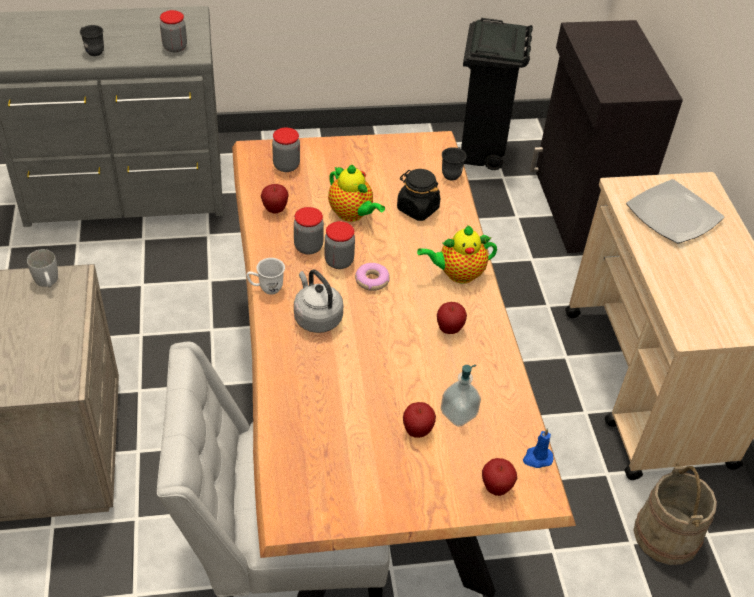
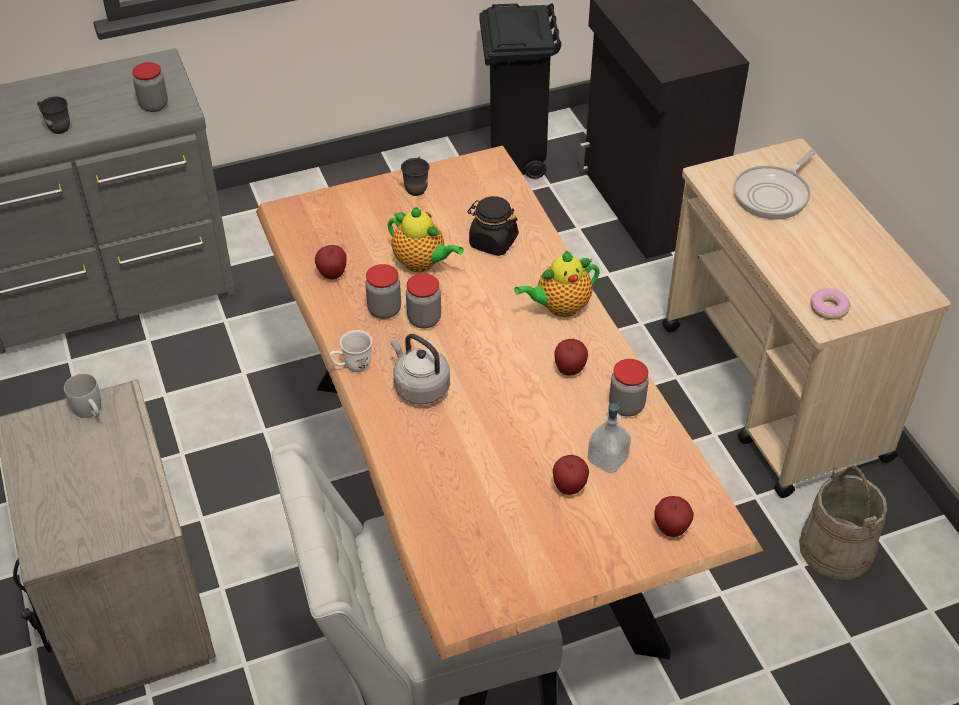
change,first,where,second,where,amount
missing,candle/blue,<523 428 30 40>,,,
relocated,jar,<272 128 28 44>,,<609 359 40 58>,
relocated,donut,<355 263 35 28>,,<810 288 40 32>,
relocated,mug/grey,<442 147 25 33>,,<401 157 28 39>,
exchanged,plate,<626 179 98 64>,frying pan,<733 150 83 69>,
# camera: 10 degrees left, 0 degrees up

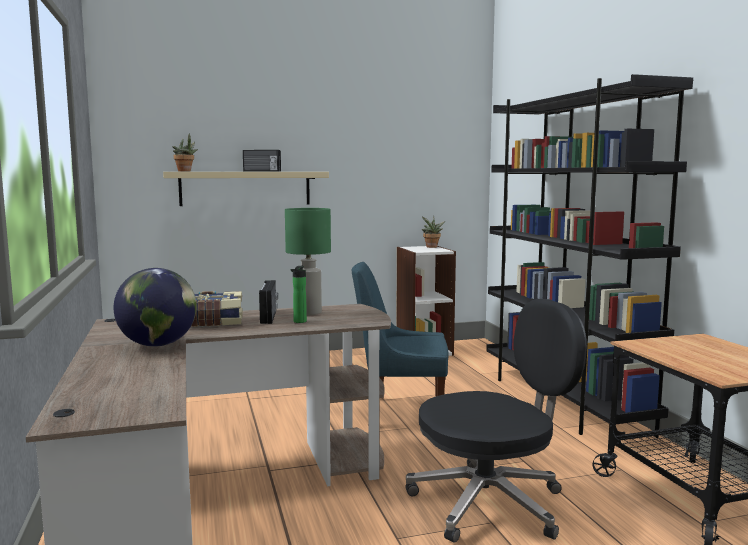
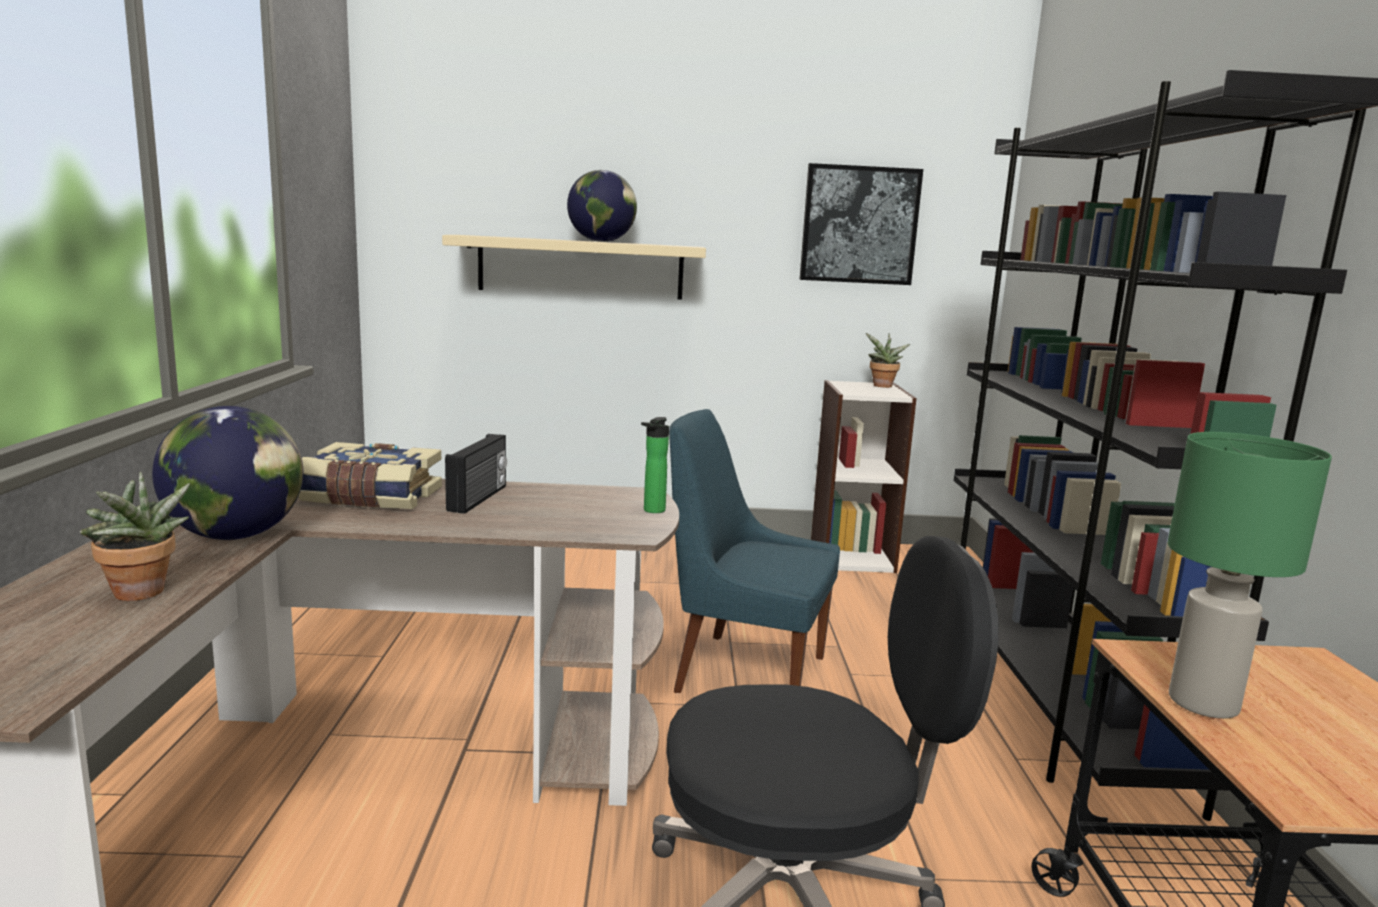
change,first,where,second,where,amount
appeared,,,picture,<800 163 123 122>,
relocated,potted plant,<172 133 26 38>,,<80 472 110 129>,
relocated,table lamp/green,<285 208 46 107>,,<1168 432 164 287>,
relocated,bottle,<291 266 16 57>,,<641 417 28 96>,
exchanged,radio,<243 150 38 22>,globe,<567 170 70 72>,
# camera: 15 degrees right, 5 degrees up

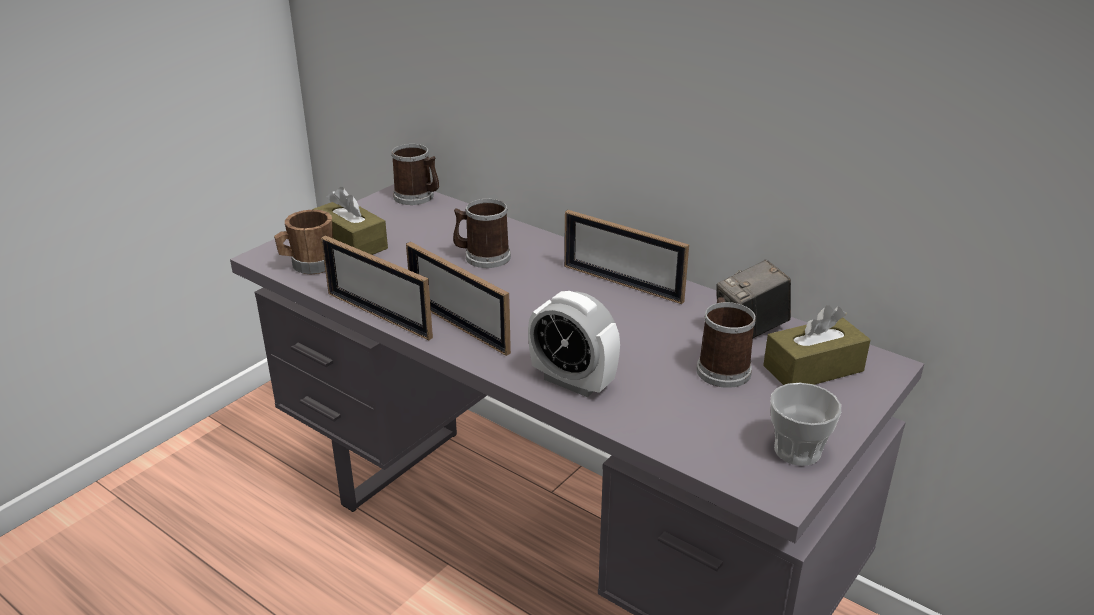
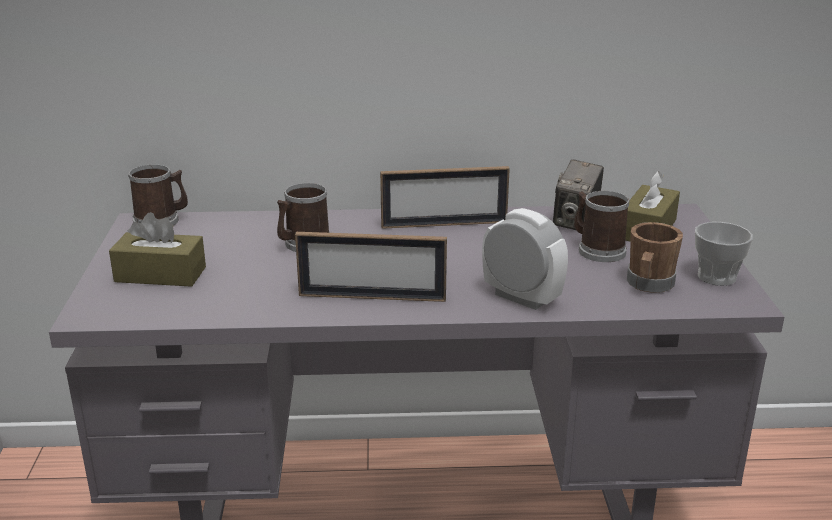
change,first,where,second,where,amount
missing,picture frame,<321 235 112 105>,,,
relocated,mug/brown,<274 210 59 64>,,<627 222 56 71>,
spun,alarm clock,<528 291 92 106>,,<482 208 86 102>,135 degrees counterclockwise
# camera: 40 degrees left, 5 degrees down

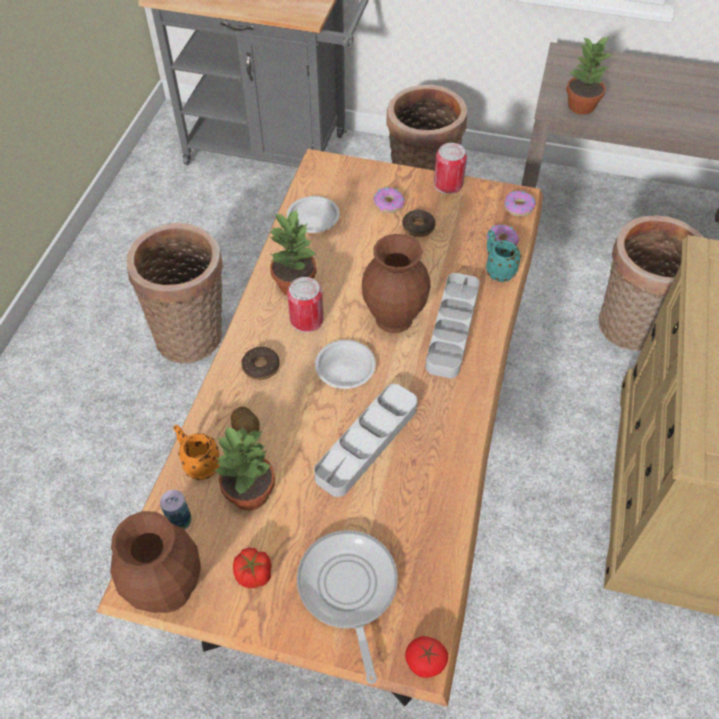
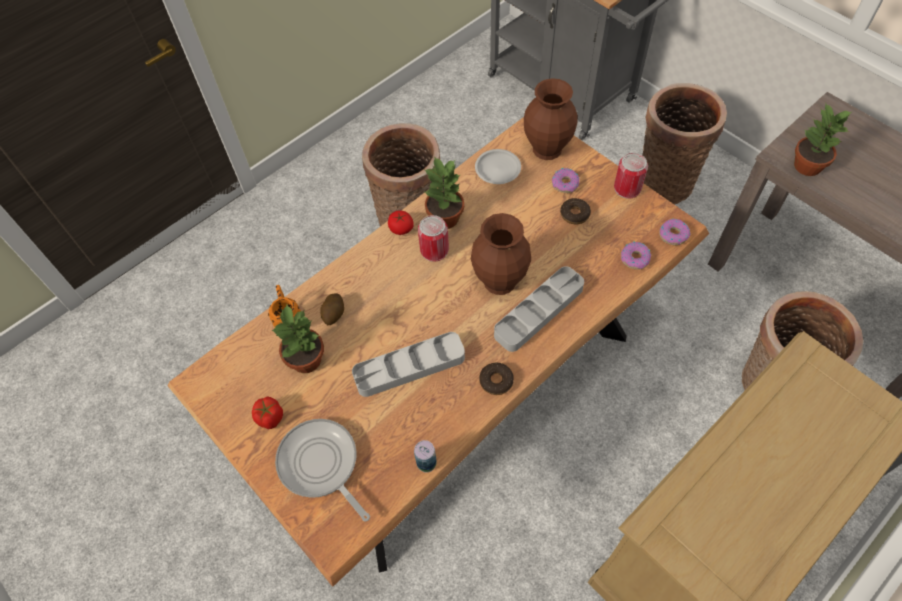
change,first,where,second,where,amount
missing,plate/white,<315 340 61 49>,,,
missing,mug/turquoise,<486 230 35 52>,,,
relocated,vase/brown,<110 511 91 102>,,<524 78 54 82>,
relocated,can,<160 490 31 40>,,<414 440 23 33>,
relocated,donut,<241 347 39 33>,,<479 363 35 32>,
relocated,tomato,<405 636 43 42>,,<388 211 26 24>,
spun,frying pan,<297 530 101 154>,,<275 419 95 103>,60 degrees counterclockwise
# camera: 35 degrees right, 5 degrees up

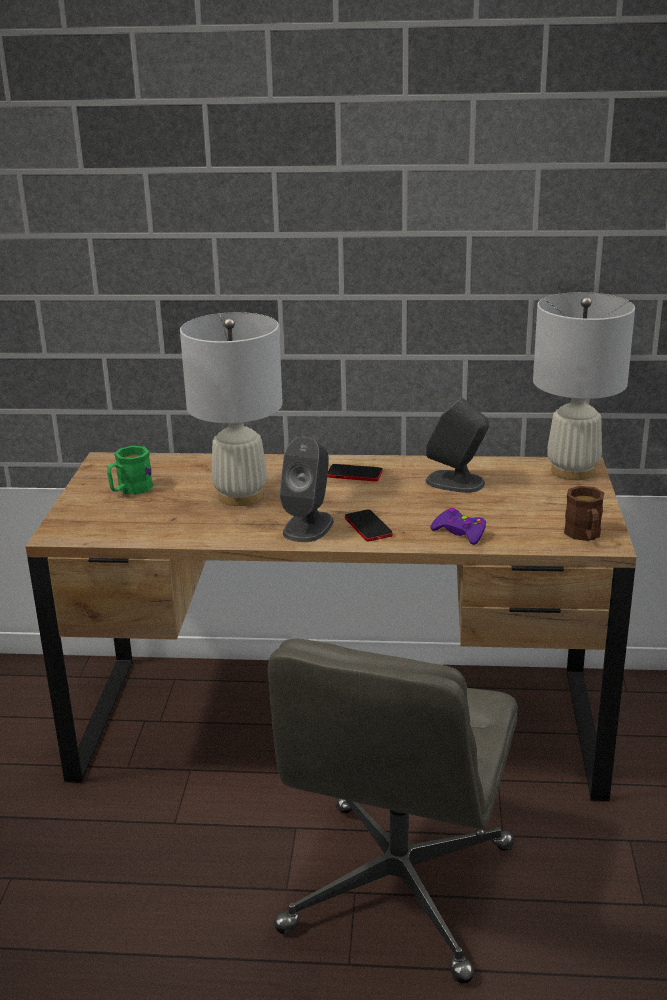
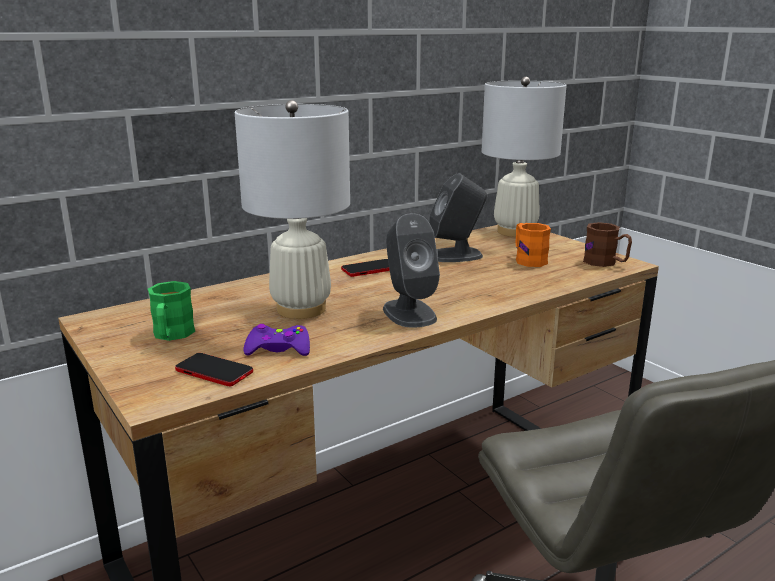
change,first,where,second,where,amount
appeared,,,mug/orange,<516 223 35 44>,
relocated,phone,<345 509 48 33>,,<175 353 78 33>,
relocated,game controller/purple,<430 508 56 37>,,<243 324 67 32>,
# camera: 40 degrees left, 5 degrees down

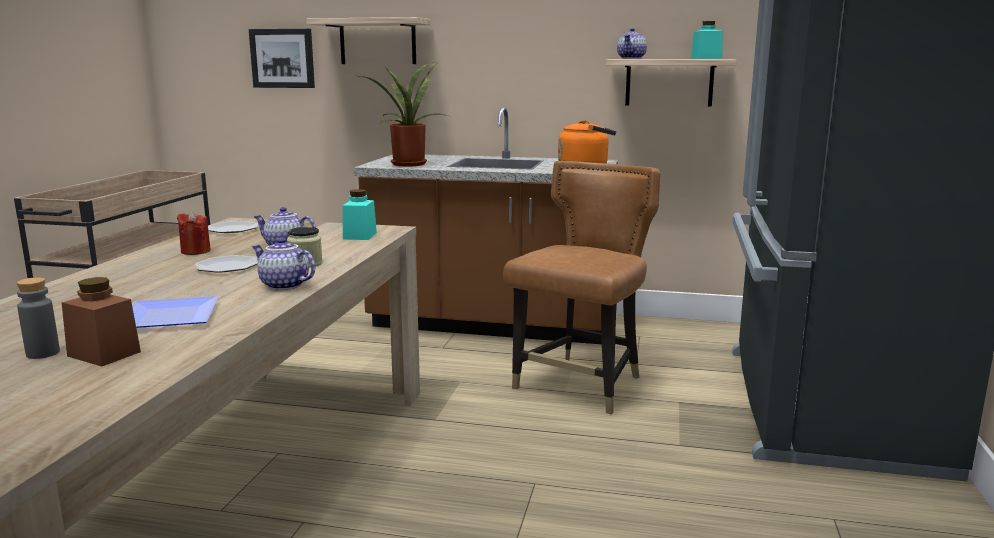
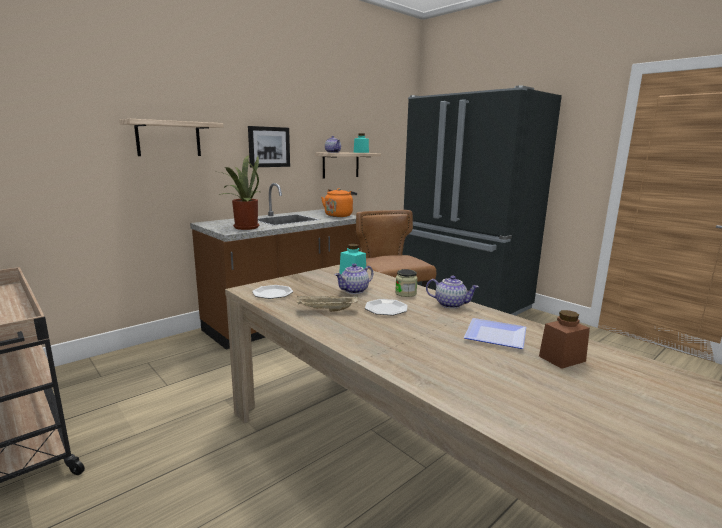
change,first,where,second,where,amount
missing,bottle/grey,<17 277 43 82>,,,
relocated,picture,<249 29 66 59>,,<248 126 42 42>,
exchanged,candle/red,<177 211 34 44>,tray/beige,<296 295 62 17>,
spun,teapot,<252 238 63 52>,,<426 276 53 33>,135 degrees counterclockwise
# camera: 55 degrees left, 0 degrees up

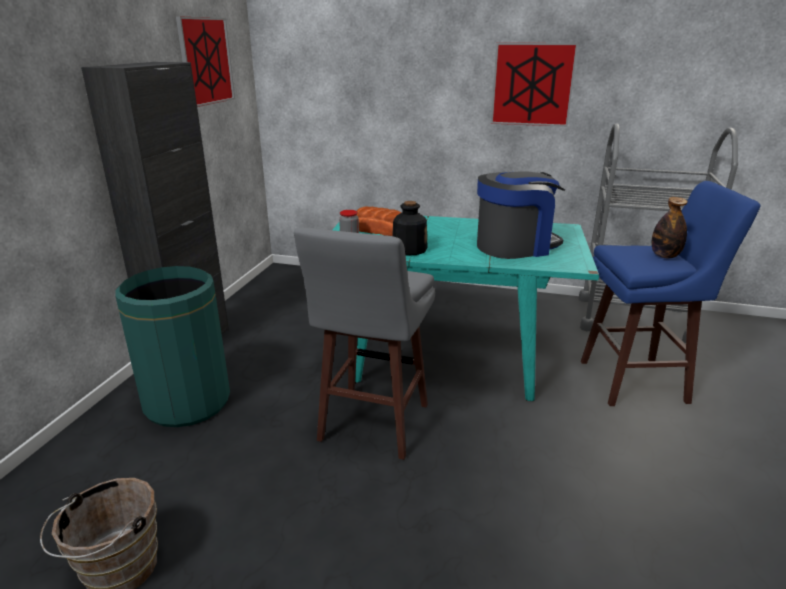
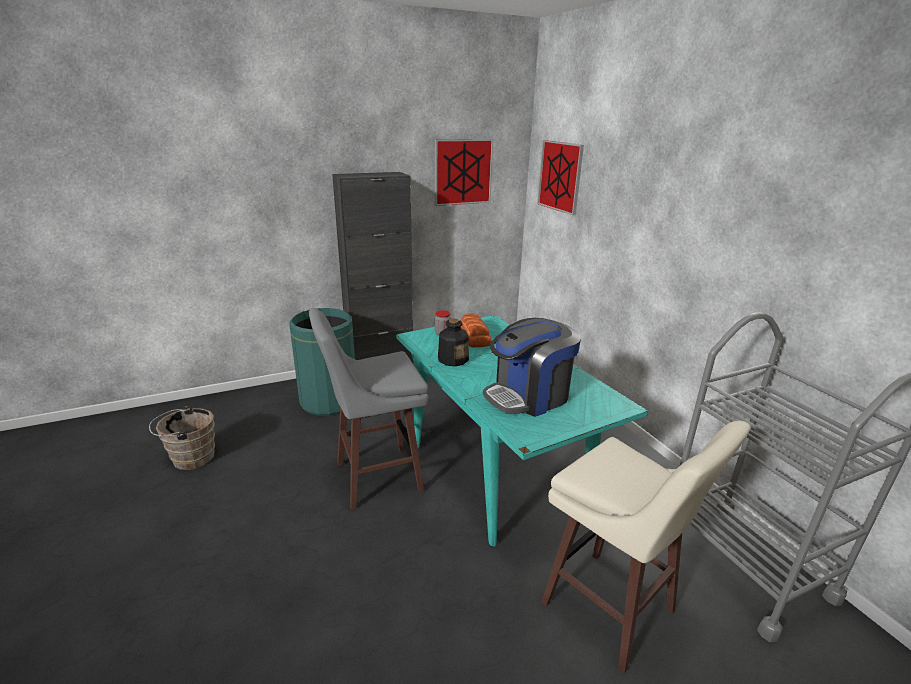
change,first,where,second,where,amount
missing,bottle,<651 197 37 61>,,,
relocated,picture,<491 43 87 84>,,<537 140 47 75>,
colour,stool/blue,<581 181 180 225>,stool/beige,<541 421 210 252>,
spun,coffee machine,<477 171 88 88>,,<483 318 98 99>,120 degrees clockwise
# camera: 50 degrees right, 0 degrees up

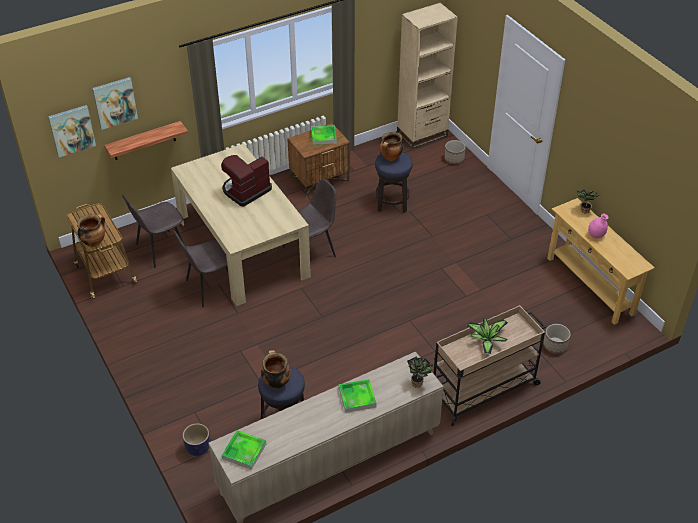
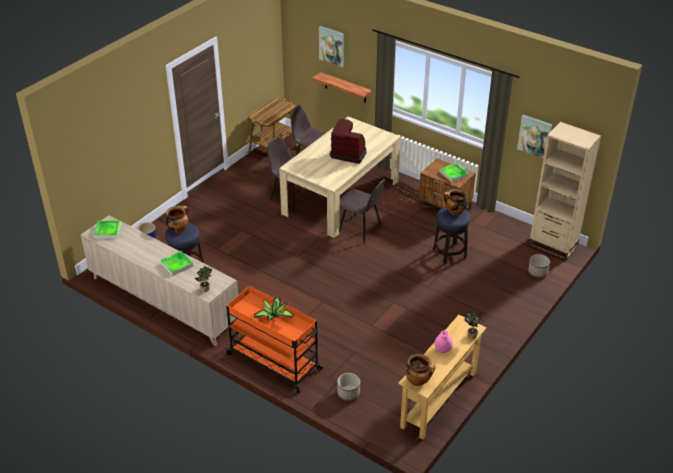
change,first,where,second,where,amount
relocated,picture,<48 105 48 52>,,<517 115 35 43>,
relocated,cooking pot,<77 214 28 33>,,<405 354 31 32>,
colour,cart/beige,<433 305 113 121>,cart/orange,<225 286 98 107>,
# camera: 65 degrees right, 5 degrees down

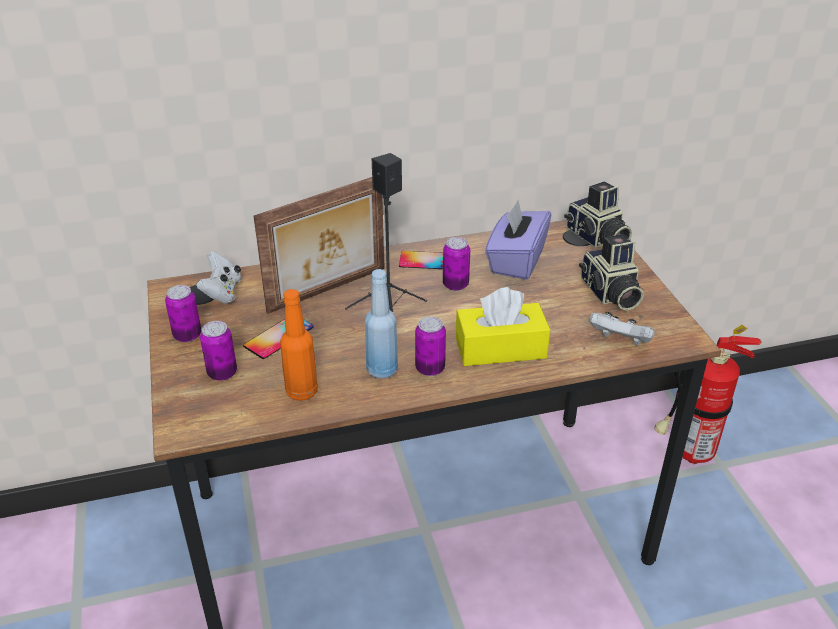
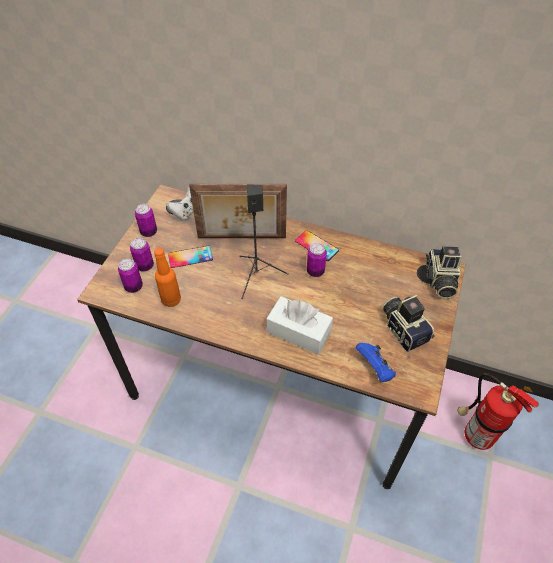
change,first,where,second,where,amount
missing,bottle/blue,<365 269 33 110>,,,
missing,tissue box/purple,<485 200 66 80>,,,
relocated,can,<415 316 31 60>,,<118 258 25 35>,
colour,tissue box/yellow,<456 287 94 79>,tissue box/white,<267 296 66 58>,
colour,game controller/white,<589 312 66 34>,game controller/blue,<356 343 40 39>,
spun,photo camera,<579 234 65 77>,,<383 295 51 57>,135 degrees clockwise
# camera: 35 degrees right, 15 degrees up

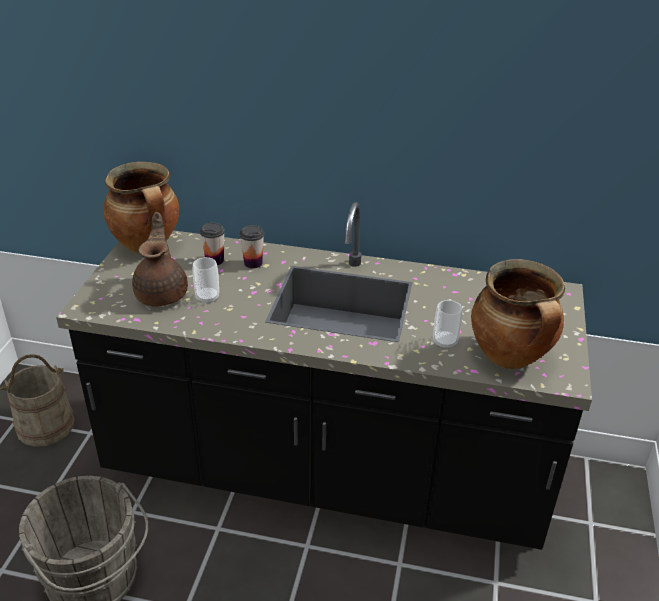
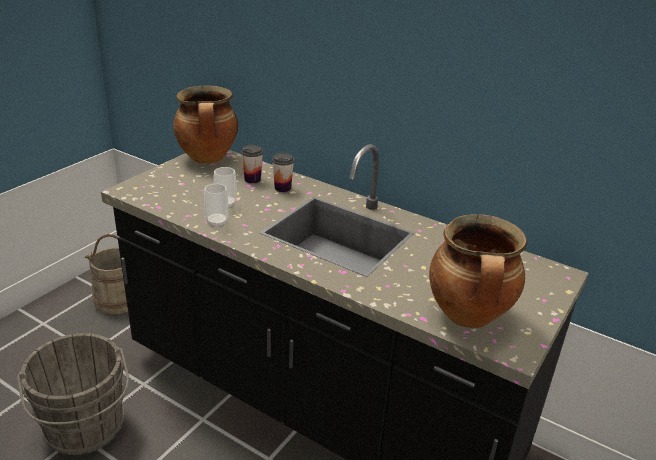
change,first,where,second,where,amount
missing,teapot/brown,<132 212 56 95>,,,
relocated,cup,<433 300 30 50>,,<204 183 24 44>,
# camera: 20 degrees right, 5 degrees down

